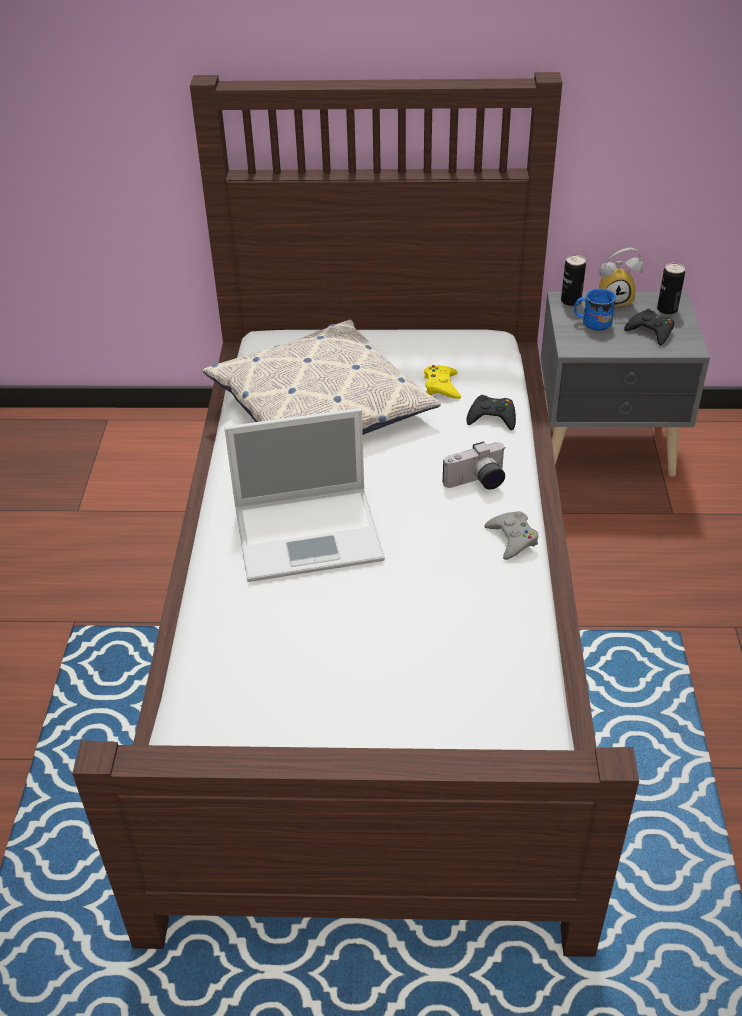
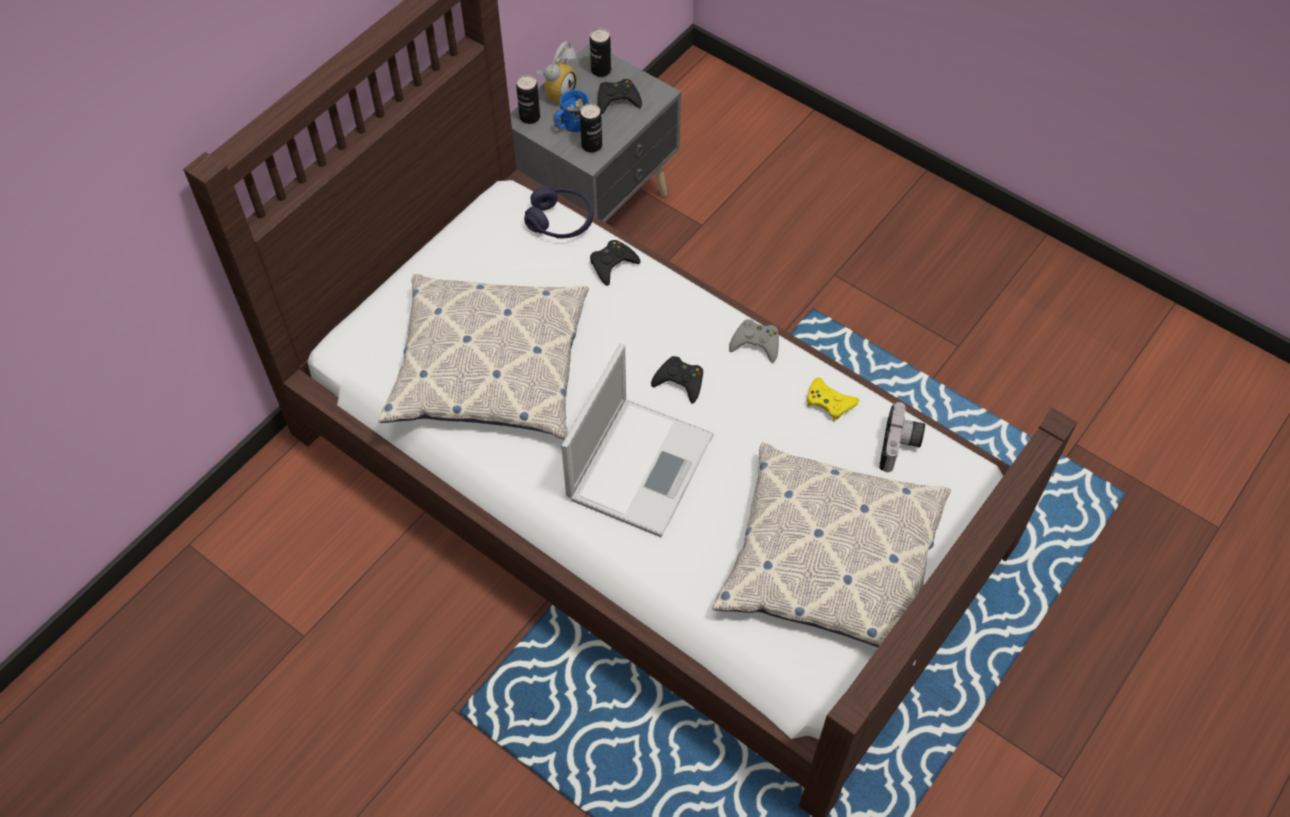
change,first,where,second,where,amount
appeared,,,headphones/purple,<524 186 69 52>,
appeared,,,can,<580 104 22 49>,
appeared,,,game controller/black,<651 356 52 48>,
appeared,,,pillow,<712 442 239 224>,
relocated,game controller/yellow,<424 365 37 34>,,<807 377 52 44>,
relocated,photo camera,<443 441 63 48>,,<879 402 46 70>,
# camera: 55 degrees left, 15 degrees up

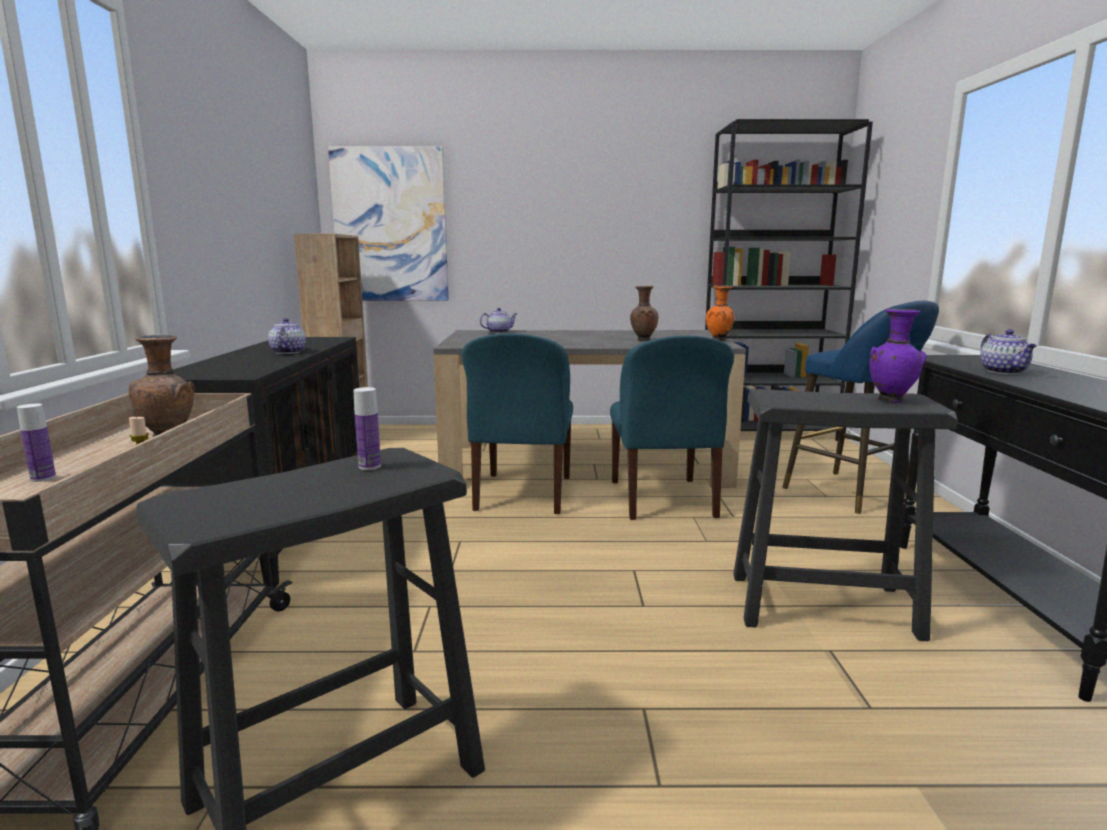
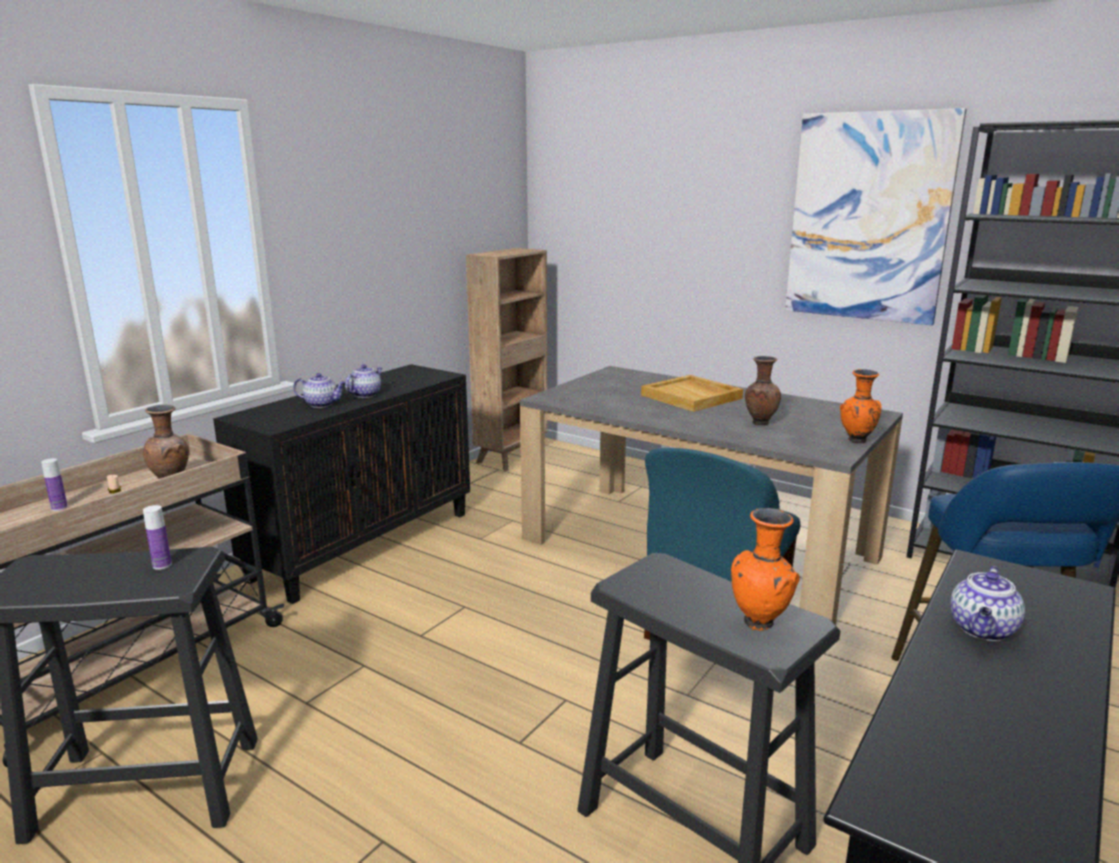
change,first,where,second,where,amount
missing,chair/blue,<462 333 111 181>,,,
appeared,,,tray/beige,<641 375 102 37>,
relocated,picture,<328 146 121 155>,,<785 108 181 217>,
relocated,teapot,<480 308 37 25>,,<293 373 53 35>,
colour,vase/purple,<869 309 57 94>,vase/orange,<731 508 69 123>,
# camera: 35 degrees right, 5 degrees up

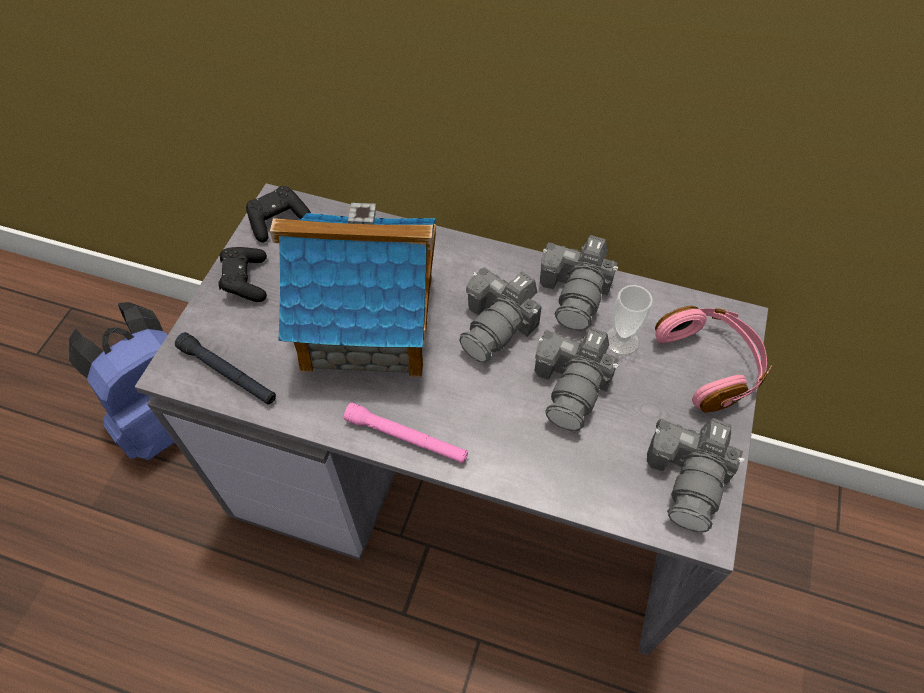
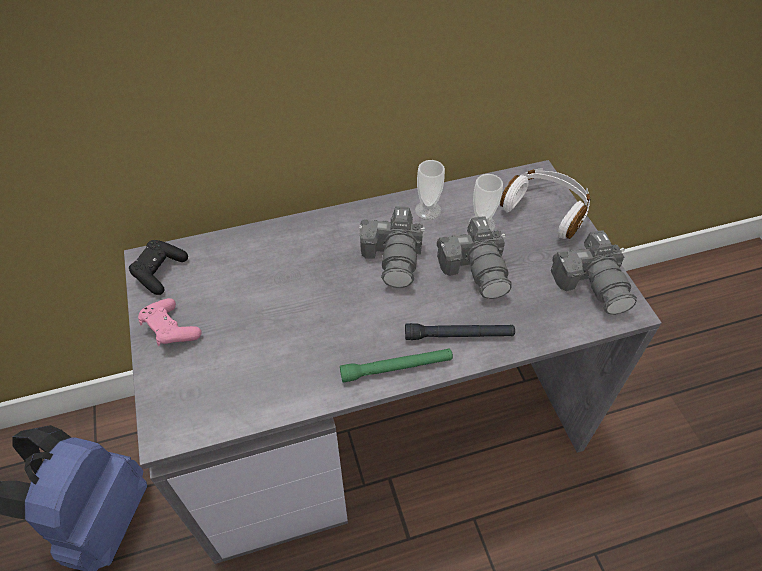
change,first,where,second,where,amount
missing,toy house,<270 203 166 174>,,,
relocated,flashlight/black,<175 332 101 72>,,<405 323 110 17>,
exchanged,photo camera,<540 235 78 96>,cup,<415 160 30 60>,
colour,game controller/black,<218 247 49 55>,game controller/pink,<138 298 64 48>,
colour,flashlight/pink,<344 403 124 60>,flashlight/green,<340 348 113 35>,
colour,headphones/pink,<655 306 117 107>,headphones/white,<500 168 91 71>,
# camera: 35 degrees left, 5 degrees down

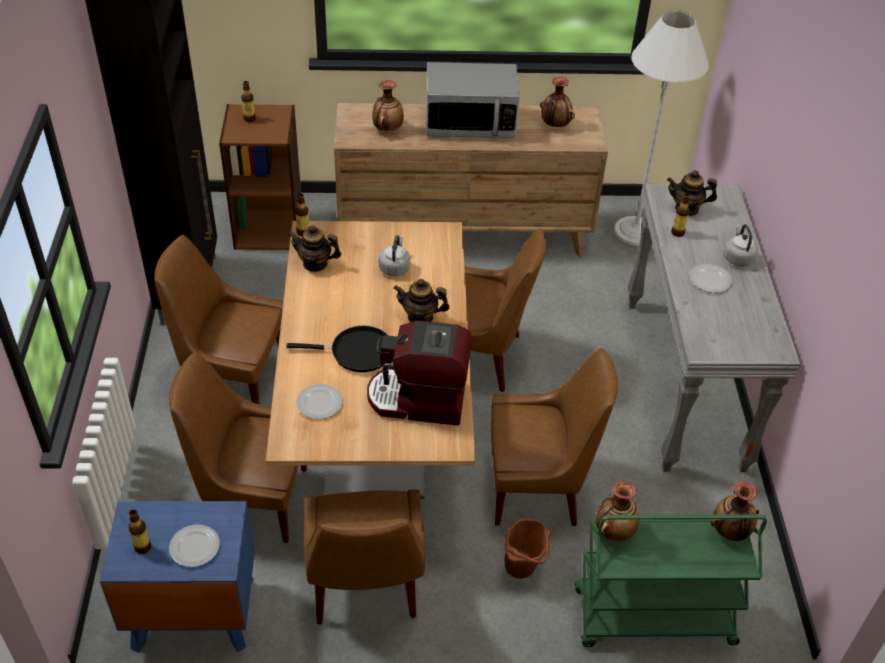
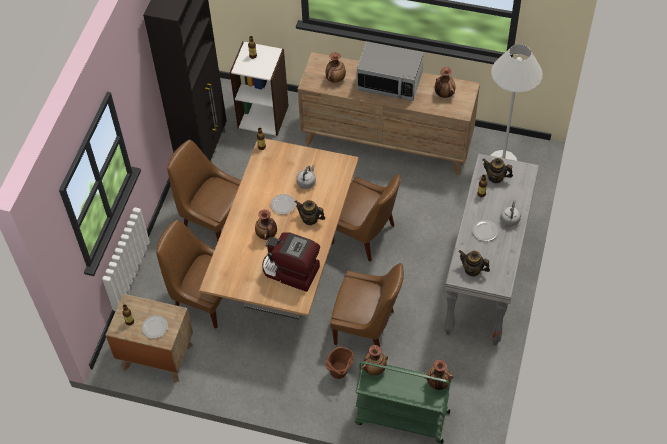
change,first,where,second,where,amount
missing,chair/brown,<303 489 122 136>,,,
relocated,teapot,<288 225 53 47>,,<458 250 32 26>,
relocated,plate,<296 384 47 35>,,<271 194 25 20>,
exchanged,frying pan/black,<286 326 102 46>,vase,<255 209 22 31>,
colour,nightstand/blue,<100 501 155 152>,nightstand/brown,<105 294 88 89>,
colour,bookcase/brown,<219 104 82 146>,bookcase/white,<230 41 59 95>,
# camera: 20 degrees right, 10 degrees up

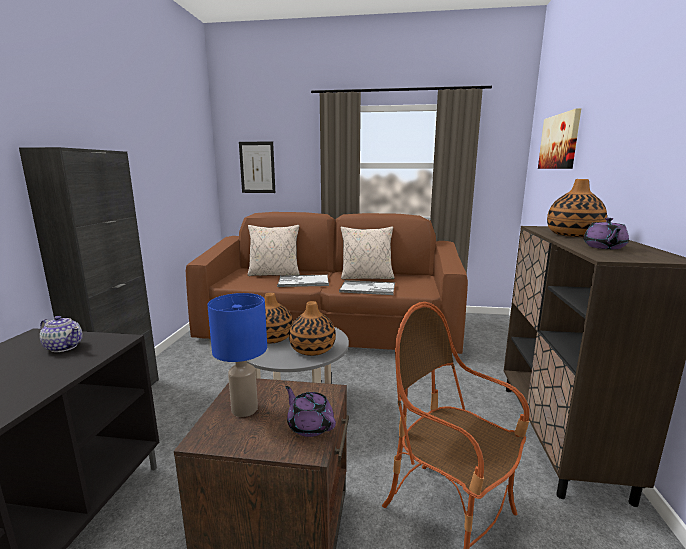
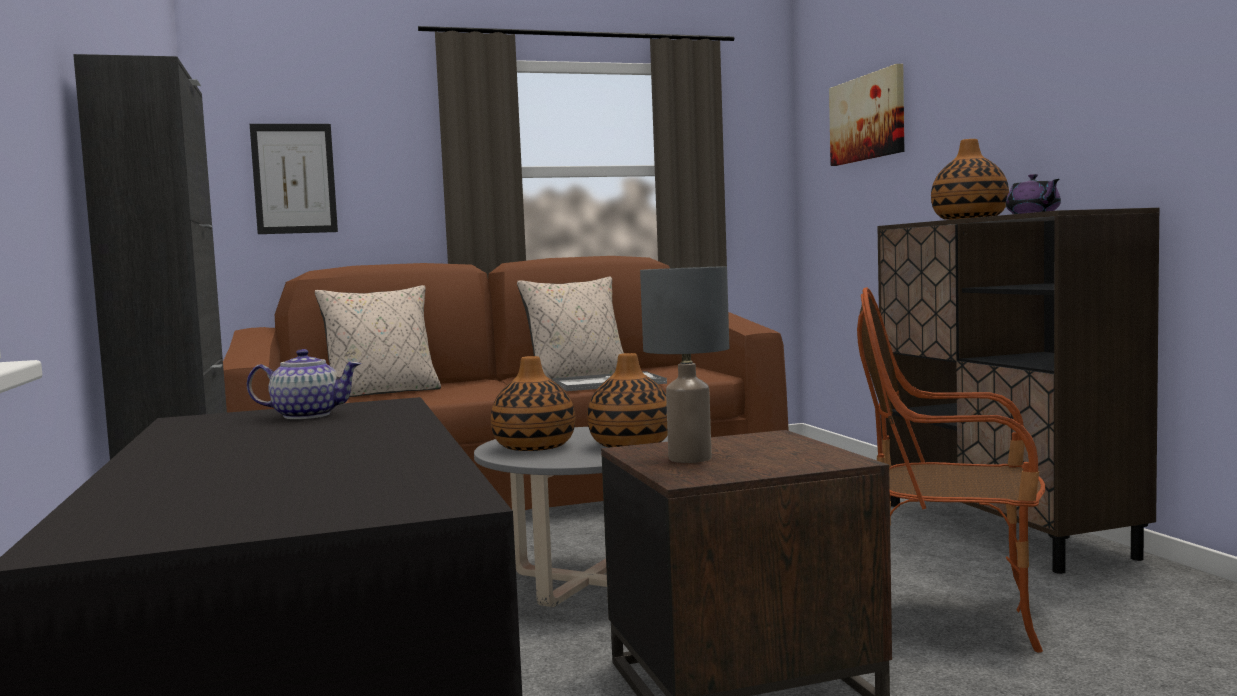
change,first,where,second,where,amount
missing,tray,<277 274 52 13>,,,
missing,teapot/purple,<285 386 51 51>,,,
colour,table lamp/blue,<207 293 60 124>,table lamp/grey,<640 266 89 197>,
# camera: 25 degrees left, 10 degrees down

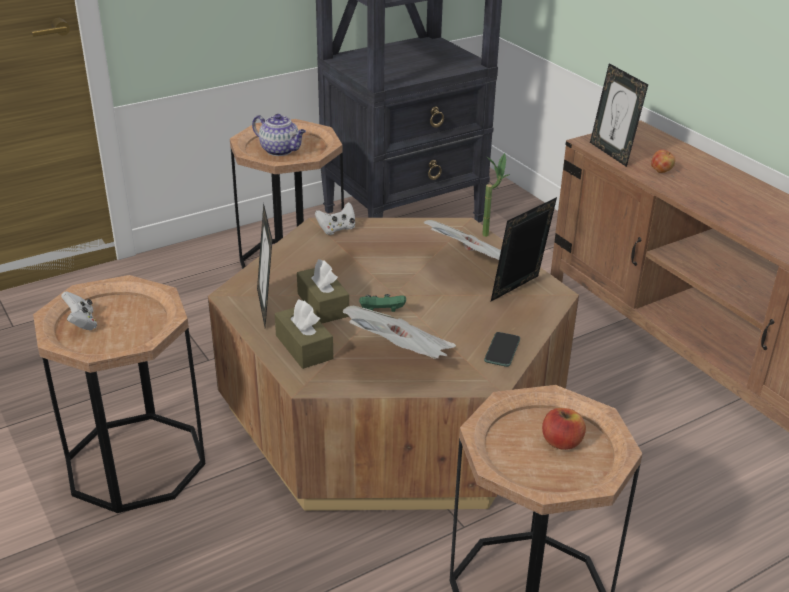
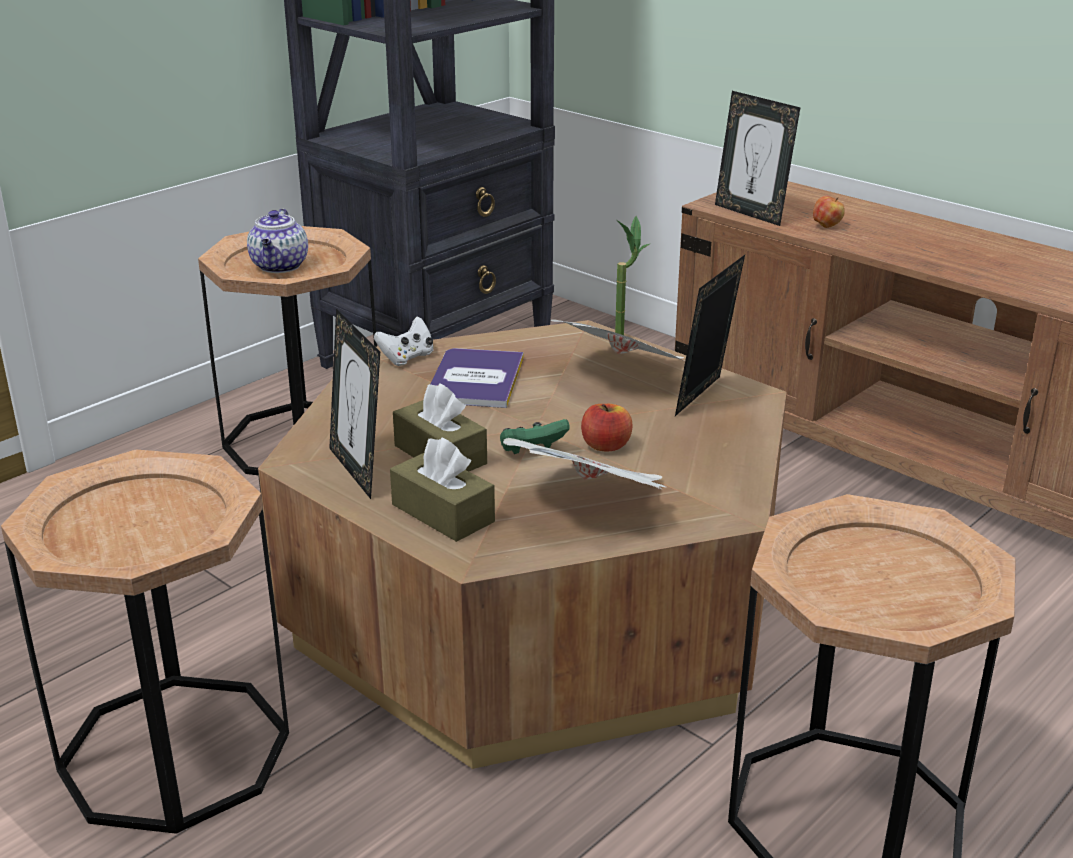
change,first,where,second,where,amount
missing,game controller/white,<61 292 36 38>,,,
missing,phone,<484 332 36 35>,,,
appeared,,,book,<431 348 93 60>,
relocated,apple,<542 408 44 42>,,<581 404 51 47>,
spun,teapot,<252 114 54 42>,,<247 209 61 64>,75 degrees clockwise
# camera: 15 degrees left, 5 degrees down

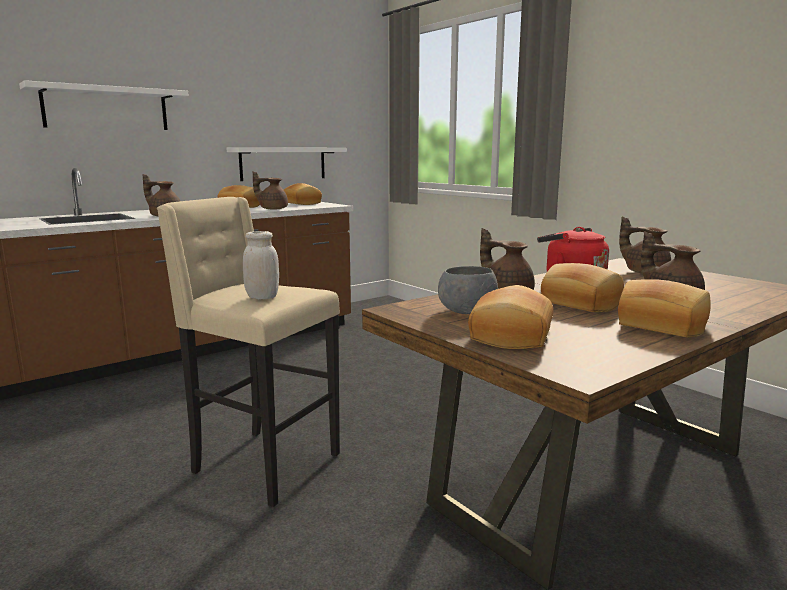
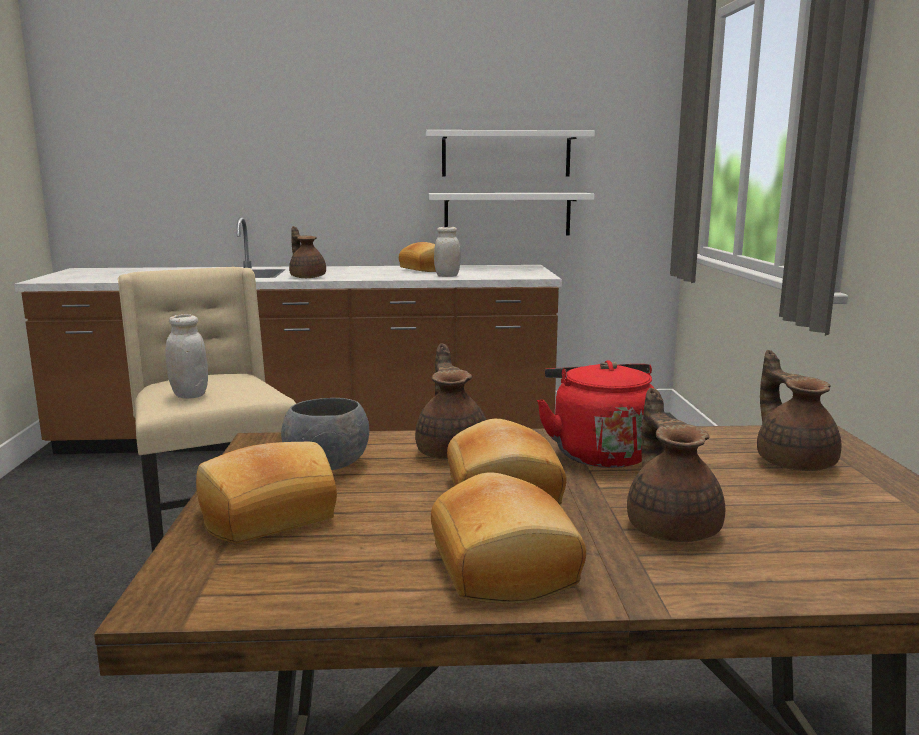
change,first,where,second,where,amount
missing,bread,<284 183 38 22>,,,
relocated,shelf/white,<19 80 169 50>,,<426 130 169 46>,
exchanged,teapot/brown,<252 171 36 39>,jar/white,<434 227 27 50>,
# camera: 35 degrees right, 0 degrees up

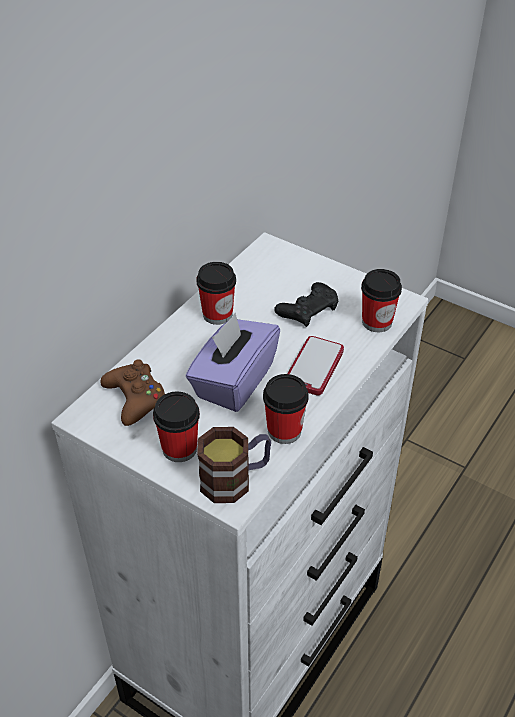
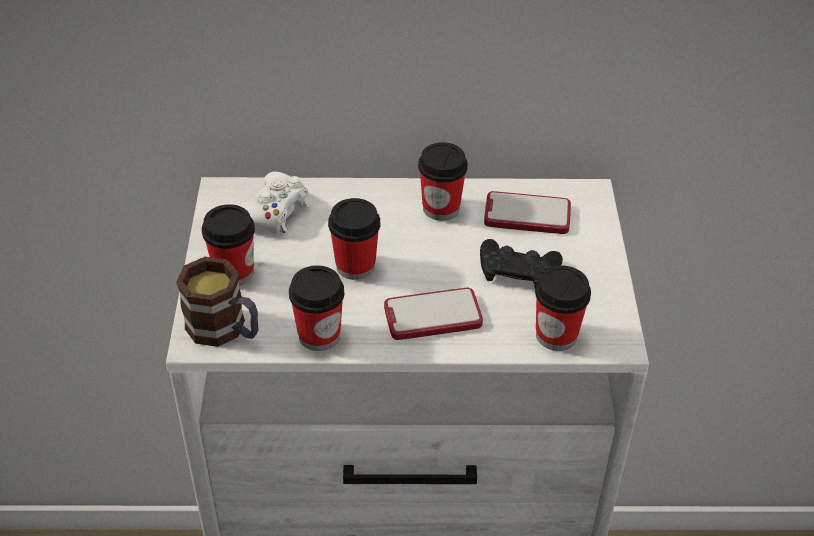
change,first,where,second,where,amount
appeared,,,phone,<484 191 87 43>,
exchanged,tissue box/purple,<186 313 94 99>,cup,<328 198 52 82>,
colour,game controller/brown,<100 359 65 67>,game controller/white,<238 172 72 62>,
# camera: 55 degrees right, 0 degrees up

